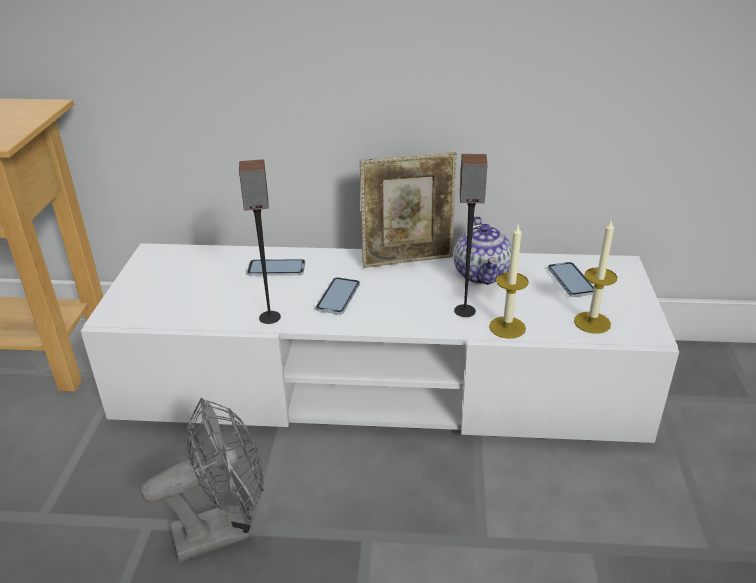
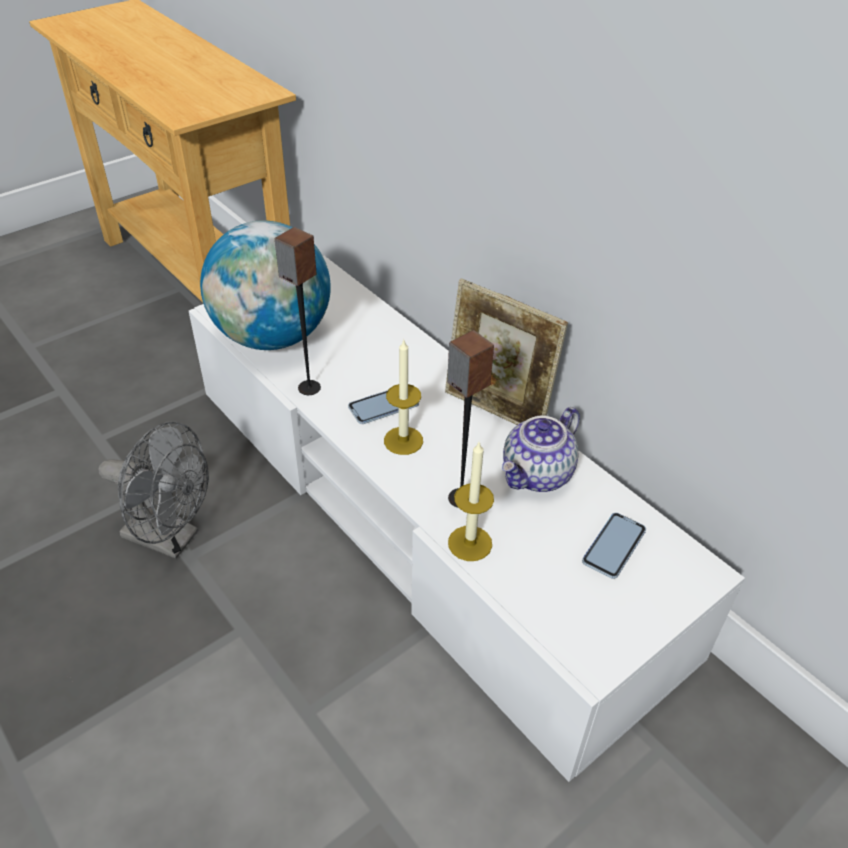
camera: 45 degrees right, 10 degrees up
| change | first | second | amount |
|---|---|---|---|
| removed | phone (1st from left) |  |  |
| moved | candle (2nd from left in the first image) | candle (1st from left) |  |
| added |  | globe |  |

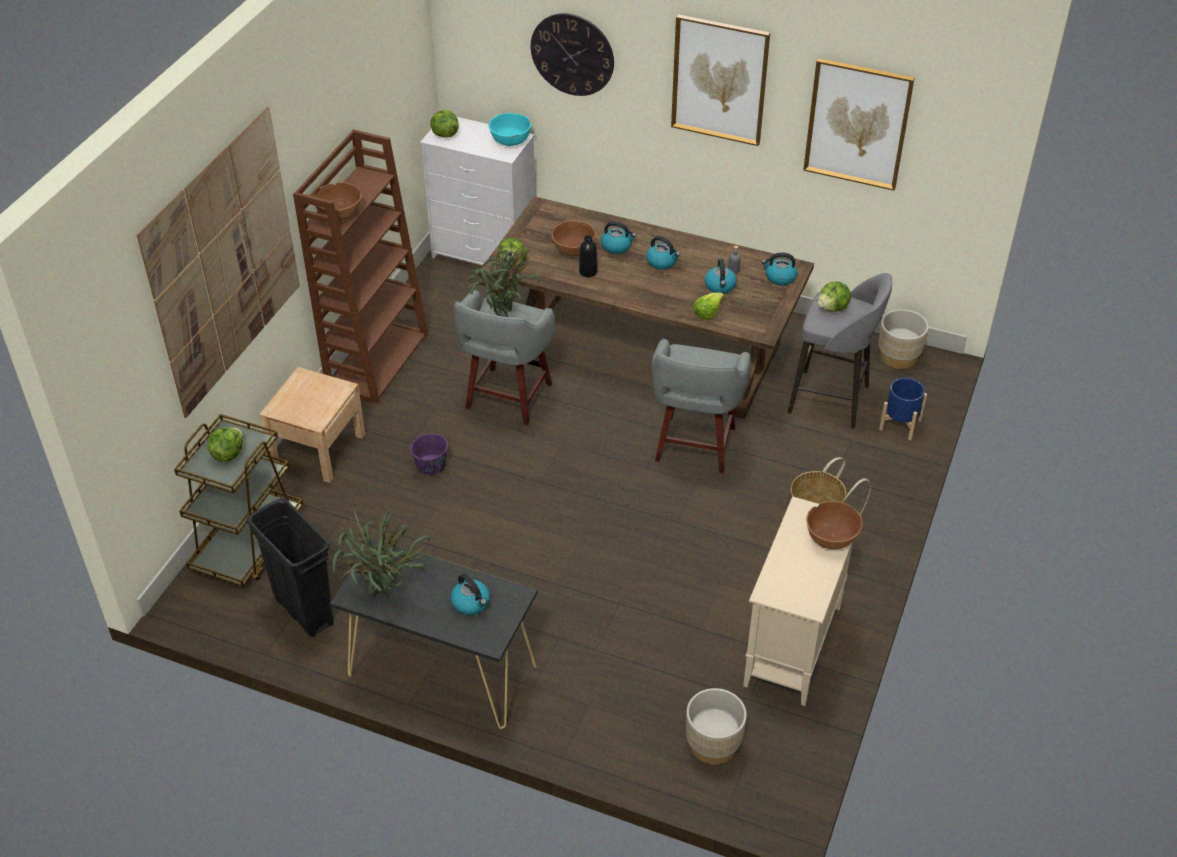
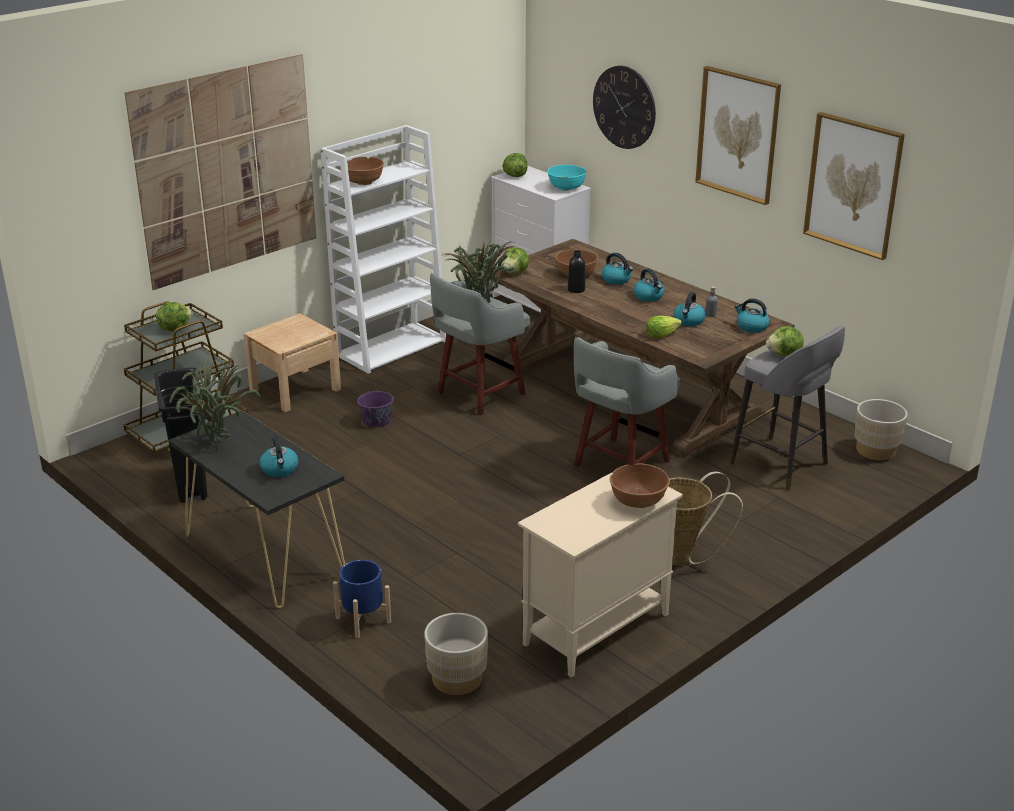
camera: 25 degrees right, 15 degrees down
| change | first | second | amount |
|---|---|---|---|
| recoloured | brown bookcase | white bookcase |  |
| moved | blue planter |  |  |

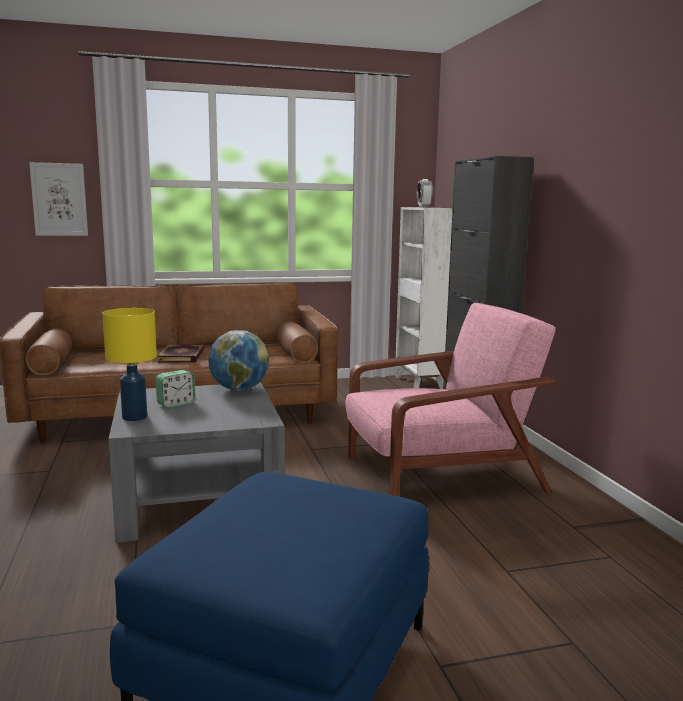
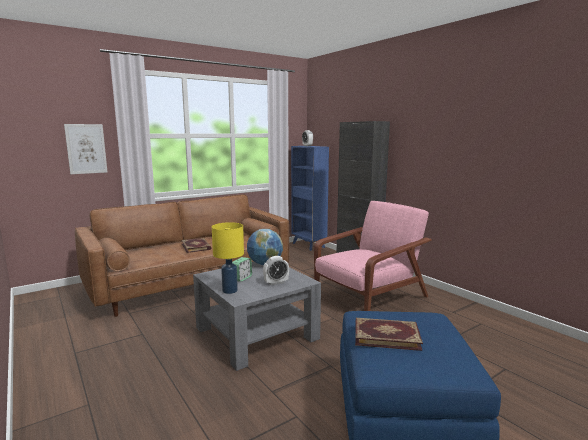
camera: 20 degrees left, 0 degrees up
| change | first | second | amount |
|---|---|---|---|
| recoloured | white bookcase | blue bookcase |  |
| added |  | alarm clock (2nd from left) |  |
| added |  | book (2nd from left) |  |

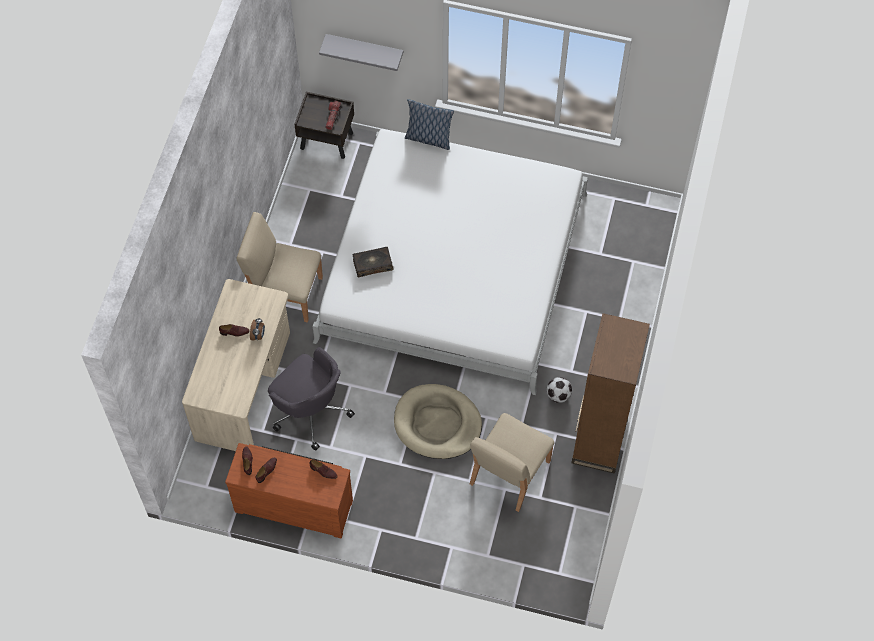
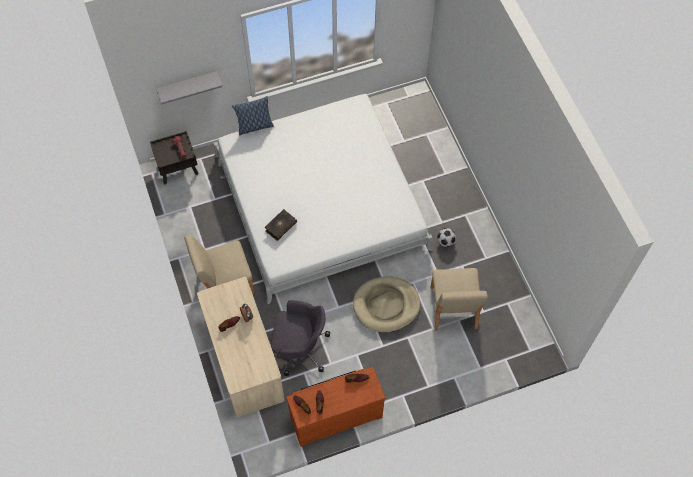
camera: 35 degrees left, 0 degrees up
| change | first | second | amount |
|---|---|---|---|
| removed | brown bookcase |  |  |

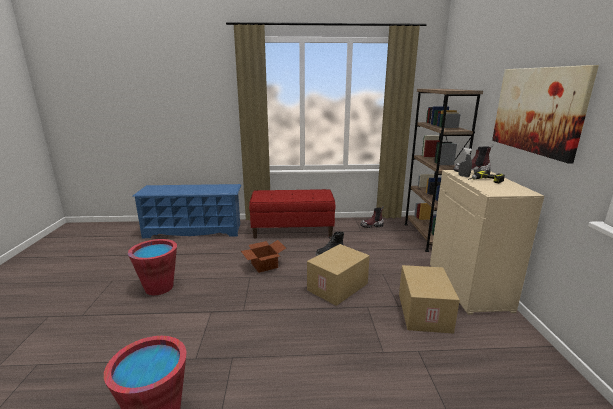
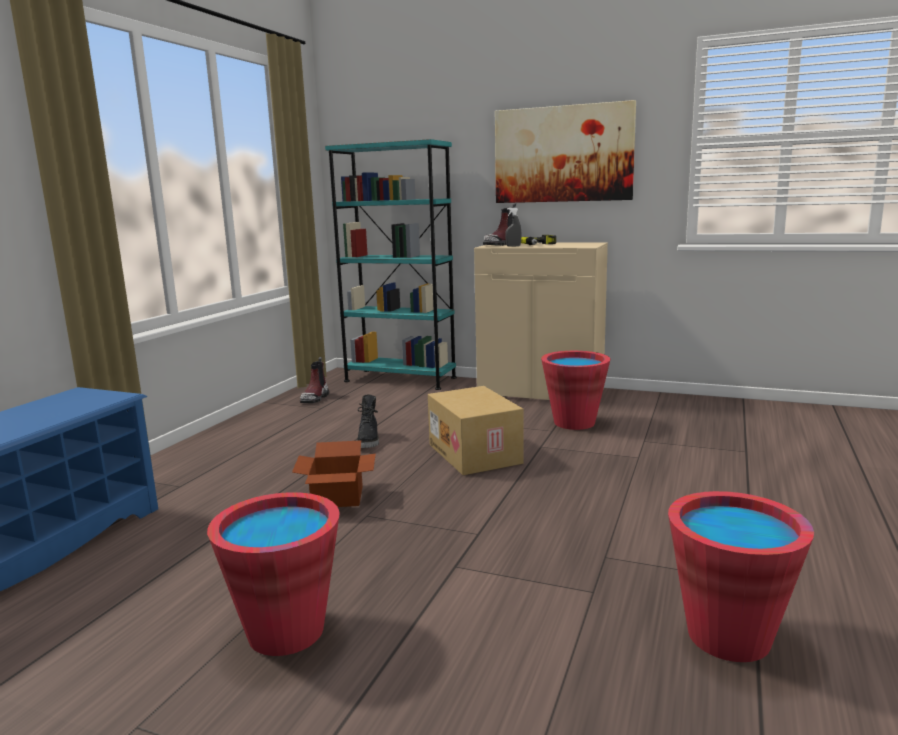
camera: 65 degrees left, 5 degrees down
| change | first | second | amount |
|---|---|---|---|
| removed | red bench |  |  |
| replaced | cardboard box (3rd from left) | red bucket (2nd from left) |  |
| recoloured | brown bookcase | turquoise bookcase |  |

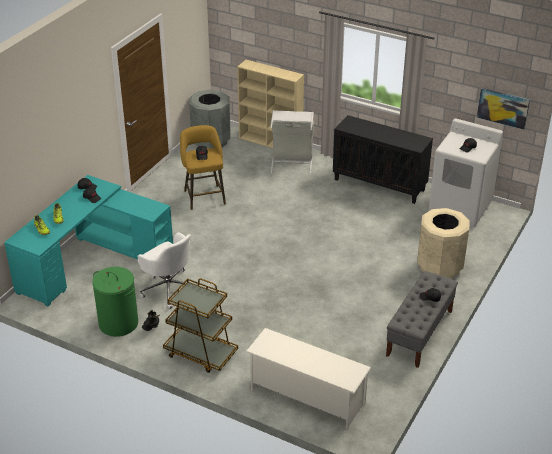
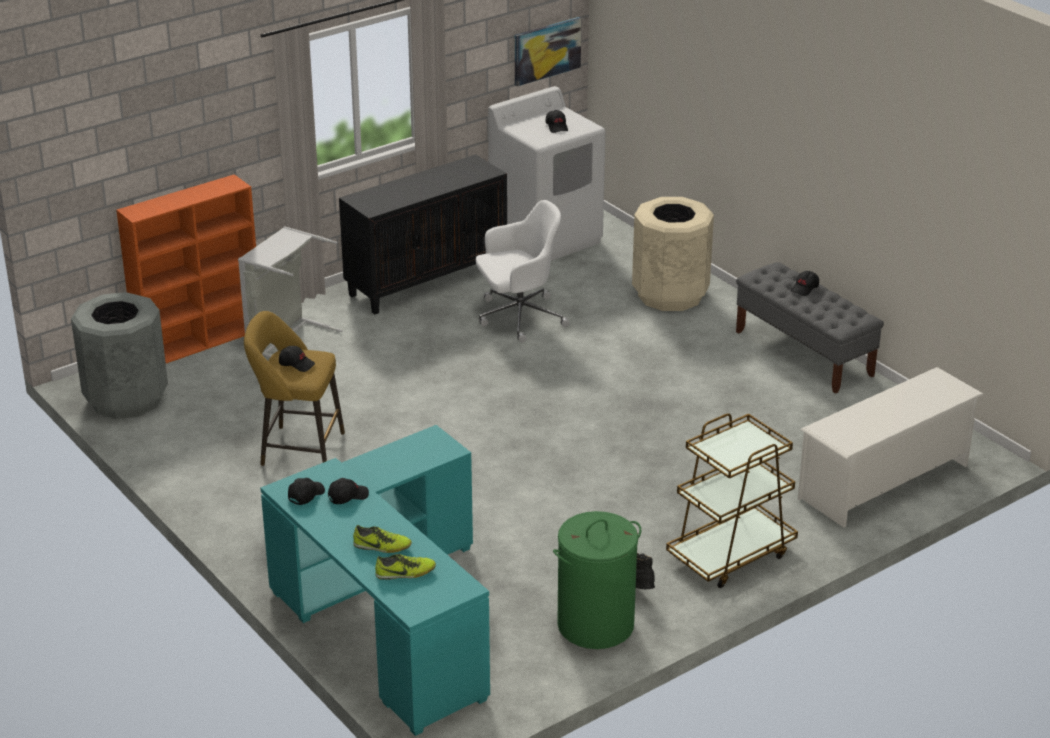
camera: 65 degrees left, 5 degrees down
| change | first | second | amount |
|---|---|---|---|
| moved | white office chair |  |  |
| recoloured | beige bookcase | orange bookcase |  |

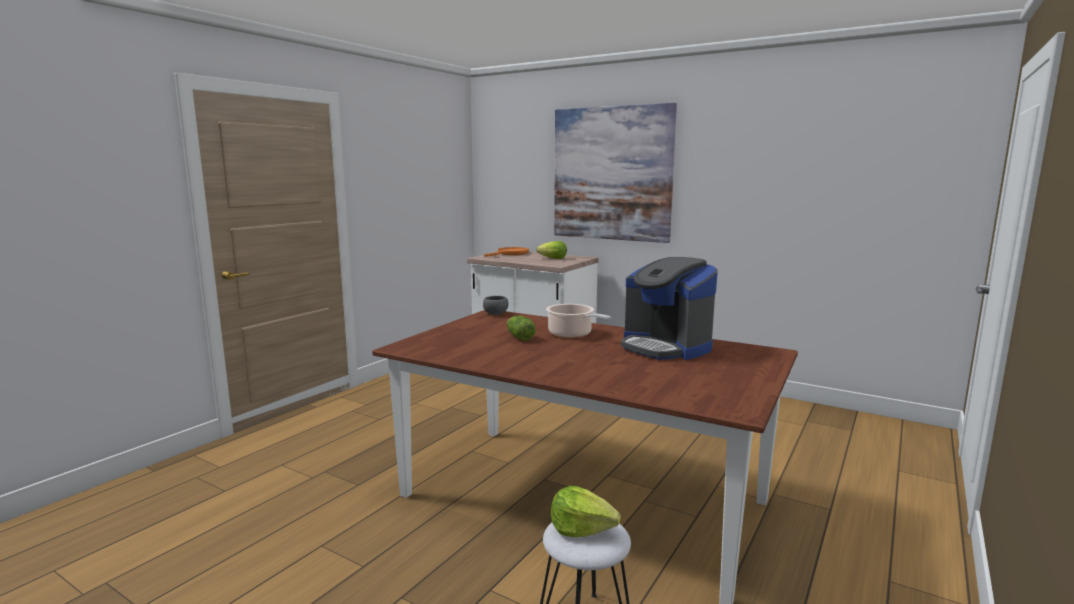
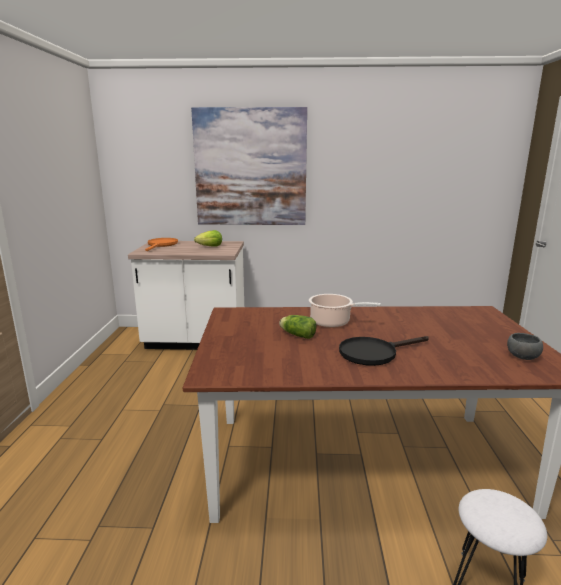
camera: 30 degrees left, 5 degrees up
| change | first | second | amount |
|---|---|---|---|
| moved | grey bowl |  |  |
| removed | lettuce (3rd from left) |  |  |
| removed | coffee machine |  |  |
| added |  | black frying pan |  |

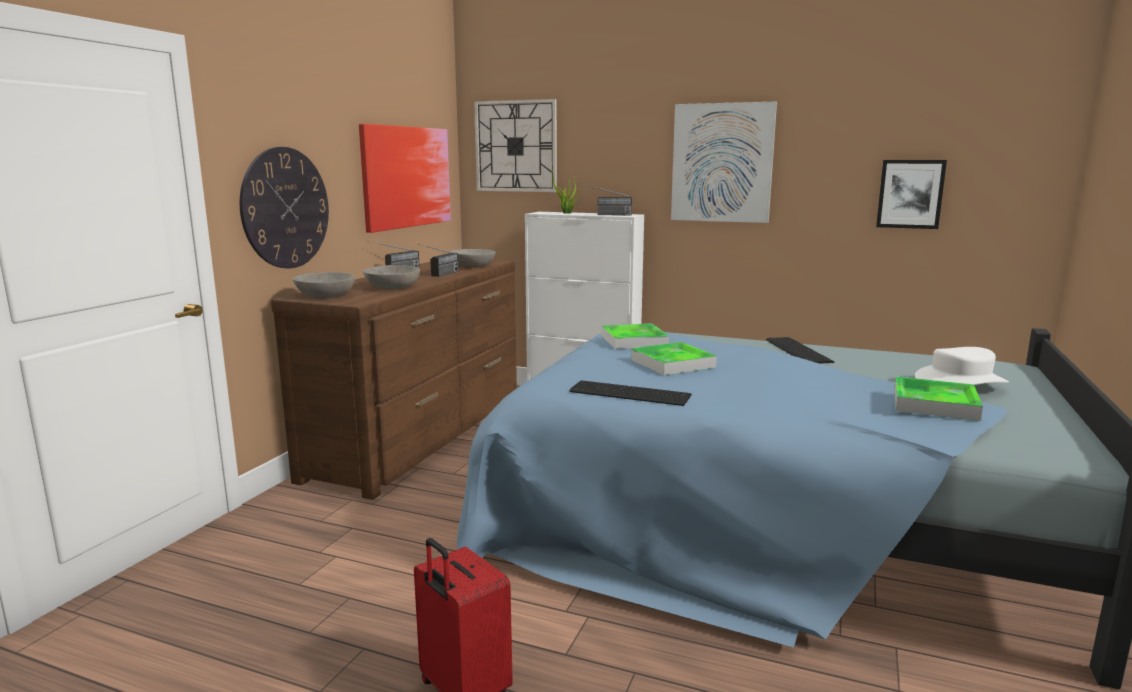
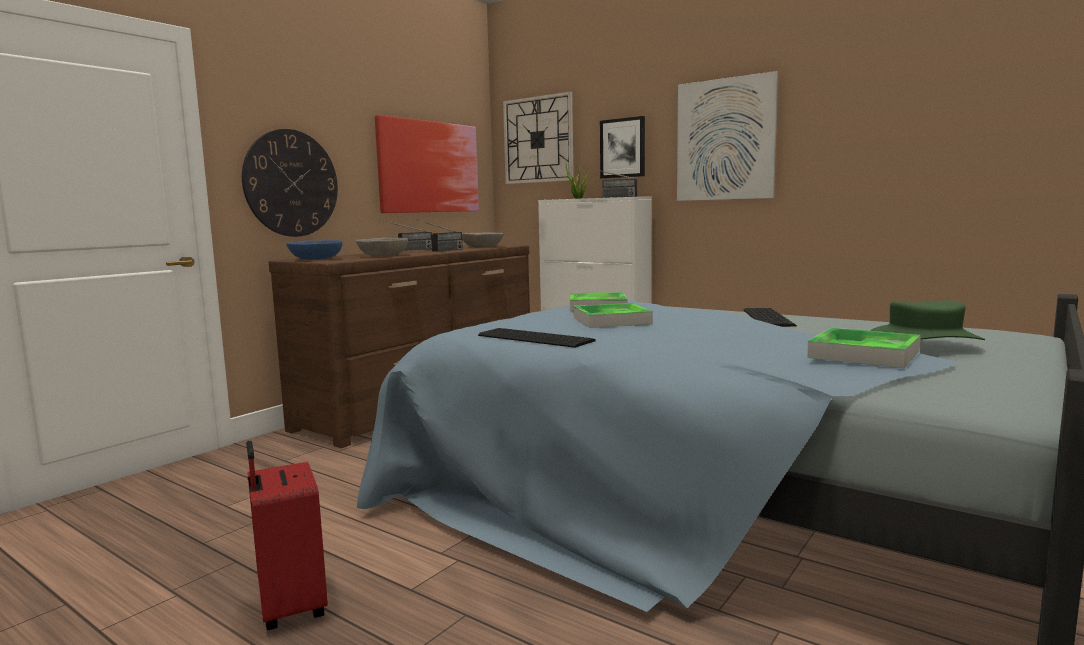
camera: 15 degrees right, 5 degrees down
| change | first | second | amount |
|---|---|---|---|
| recoloured | grey bowl (1st from left) | blue bowl |  |
| moved | picture (3rd from left in the first image) | picture (2nd from left) |  |
| recoloured | white hat | green hat |  |

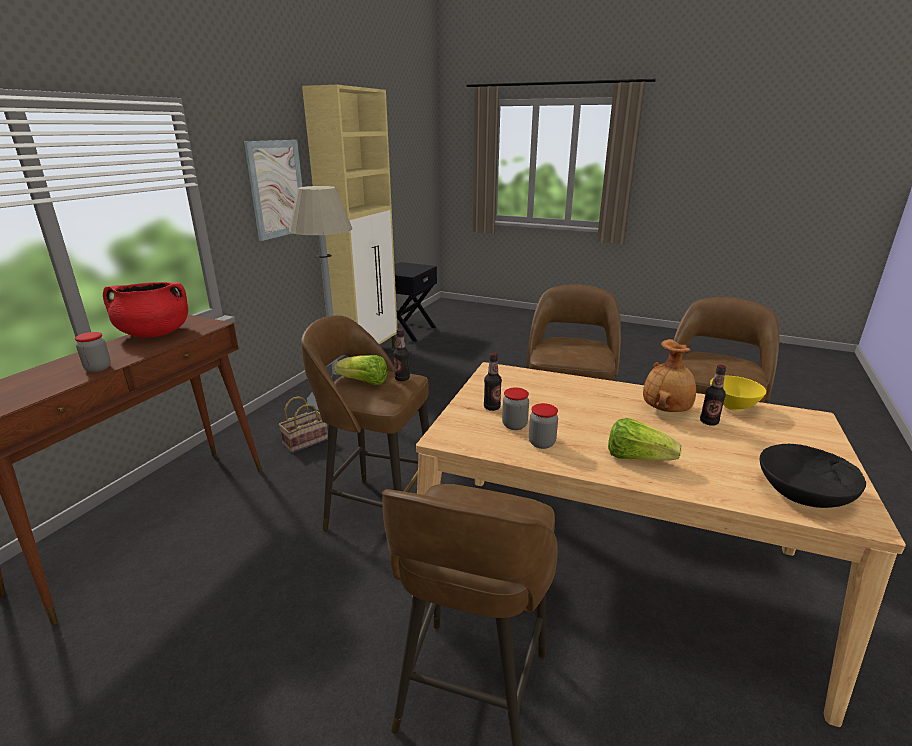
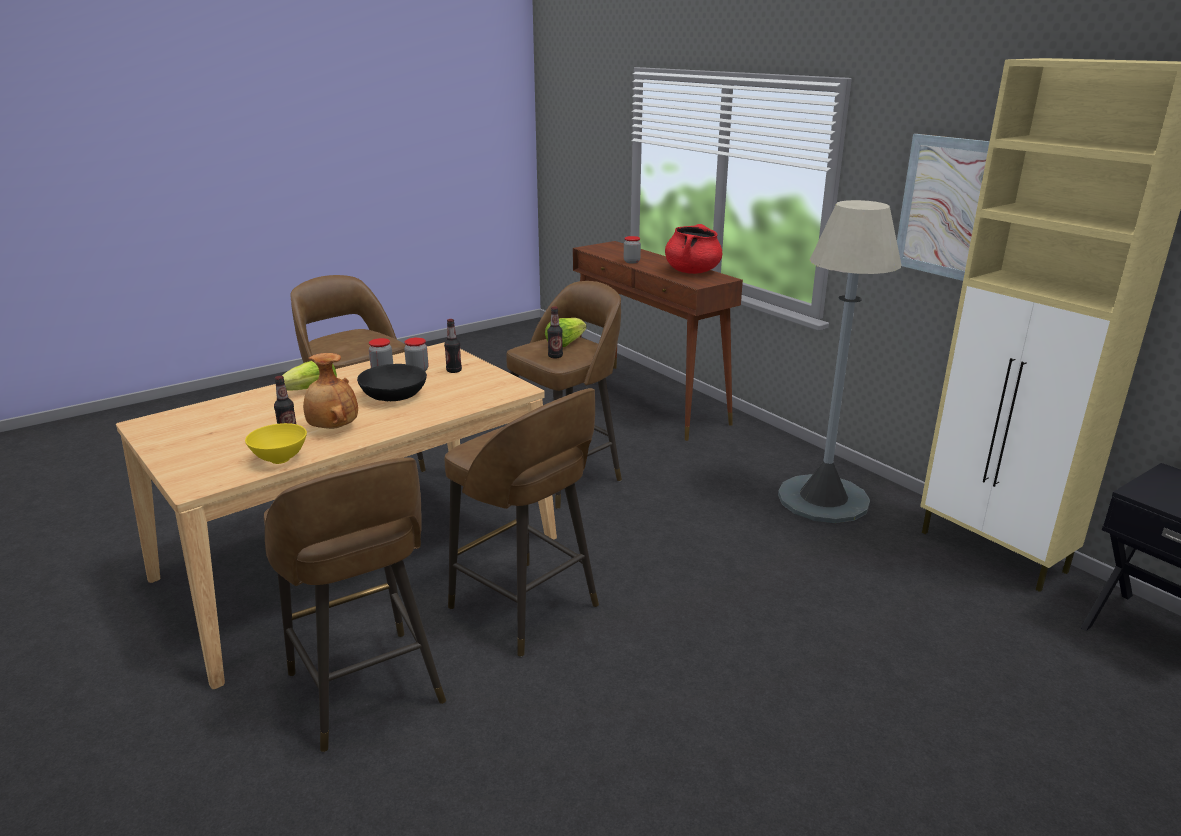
camera: 120 degrees right, 0 degrees up
| change | first | second | amount |
|---|---|---|---|
| removed | basket |  |  |
| moved | black bowl |  |  |

